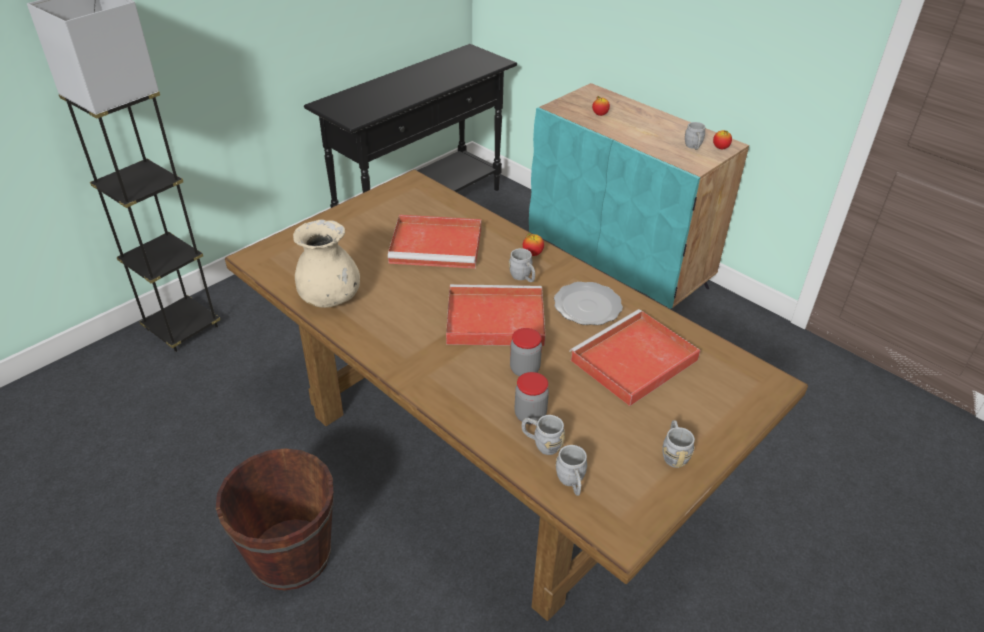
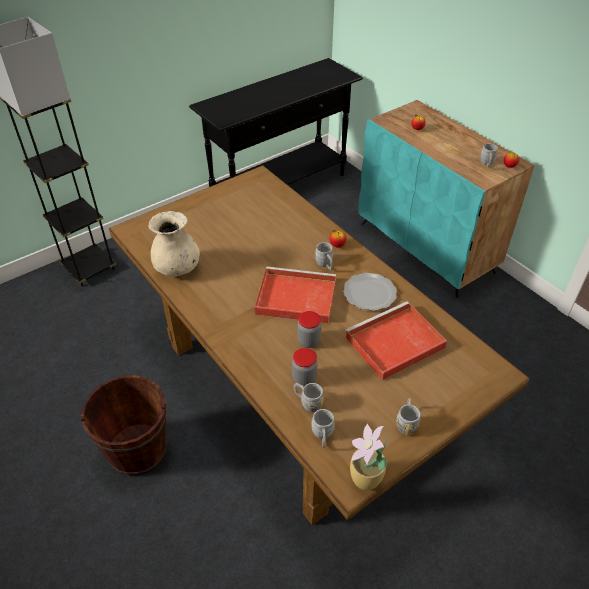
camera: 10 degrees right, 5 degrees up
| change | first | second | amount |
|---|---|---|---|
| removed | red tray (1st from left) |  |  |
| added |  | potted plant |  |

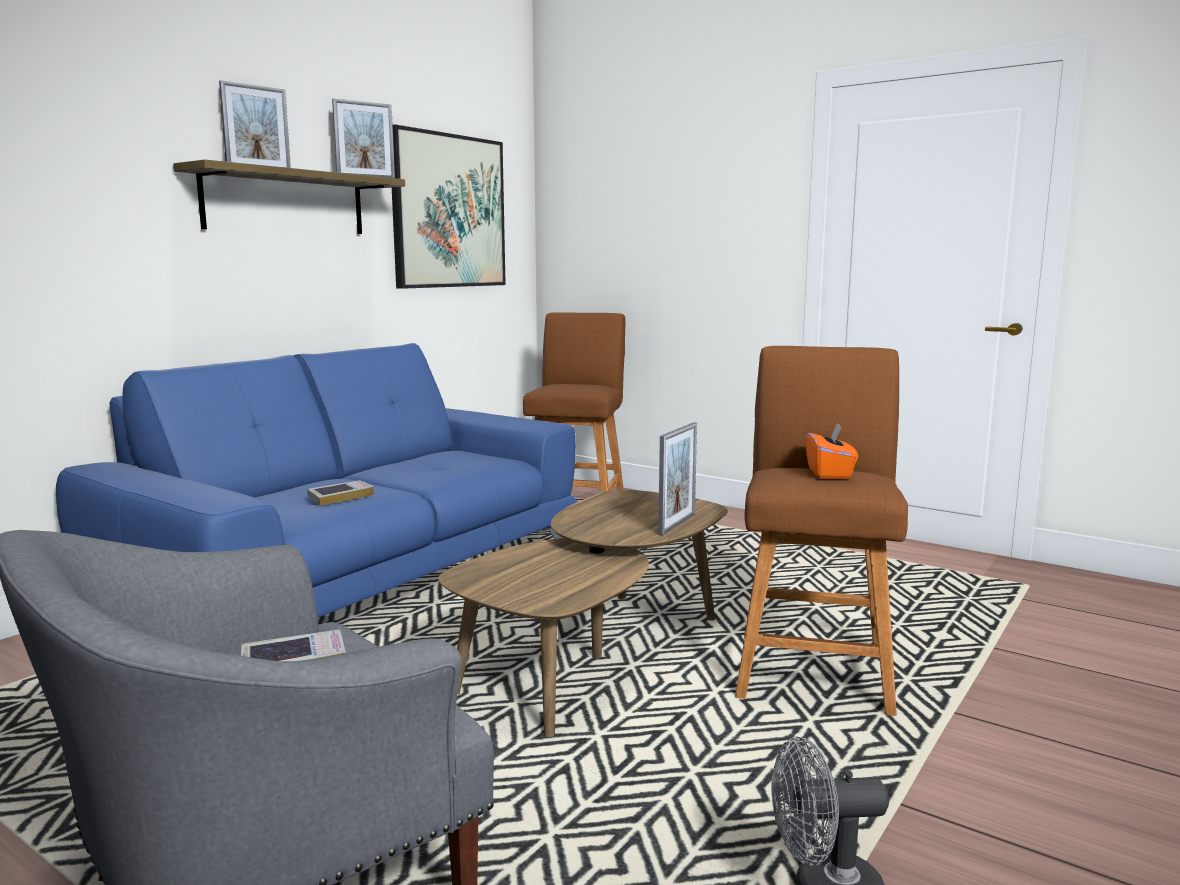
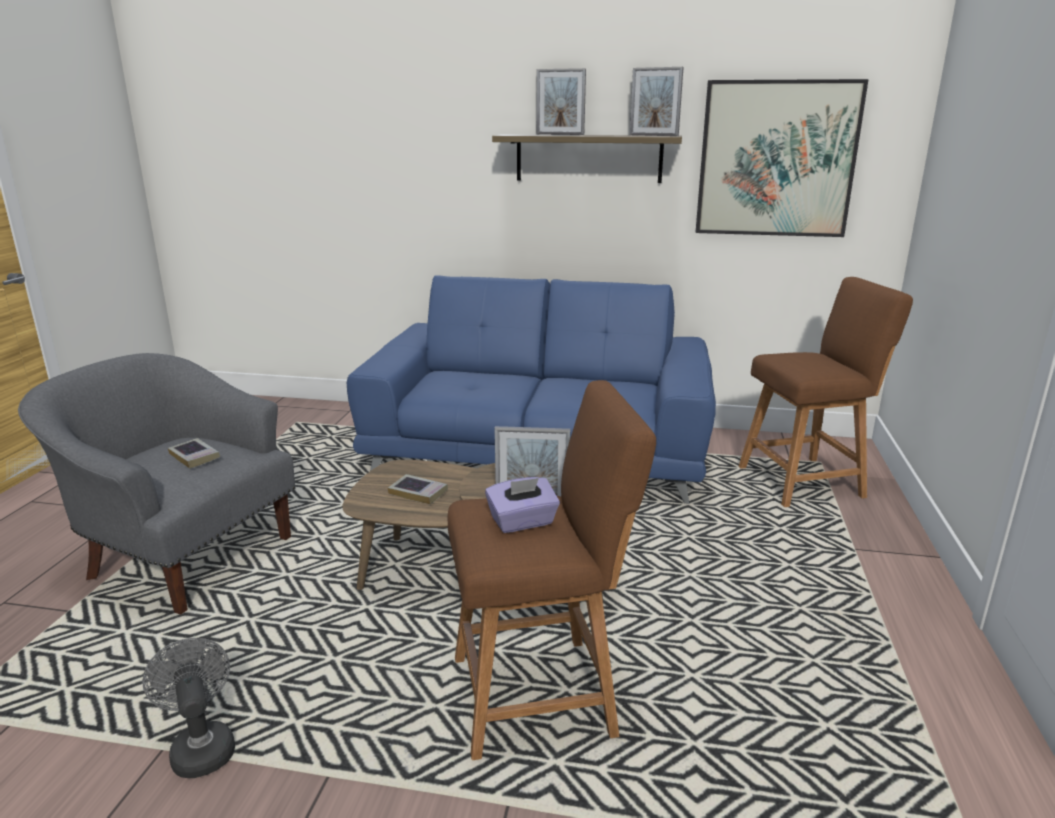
camera: 65 degrees right, 10 degrees up
| change | first | second | amount |
|---|---|---|---|
| moved | book (2nd from left) |  |  |
| recoloured | orange tissue box | purple tissue box |  |

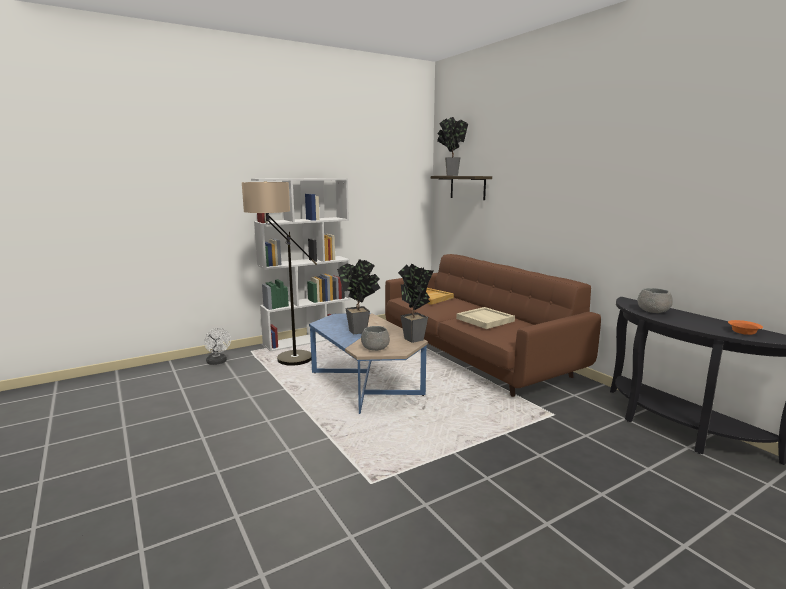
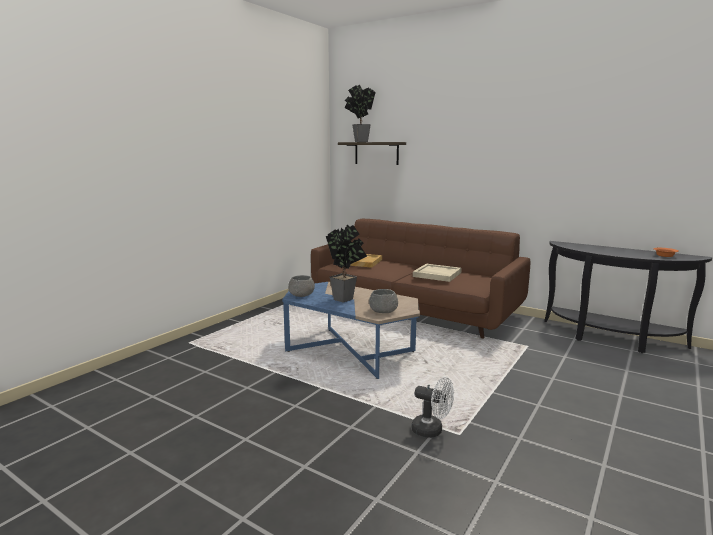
camera: 25 degrees left, 0 degrees up
| change | first | second | amount |
|---|---|---|---|
| moved | white fan |  |  |
| removed | floor lamp |  |  |
| removed | white bookcase |  |  |
| removed | potted plant (2nd from left) |  |  |
| moved | grey bowl (2nd from left in the first image) | grey bowl (1st from left) |  |

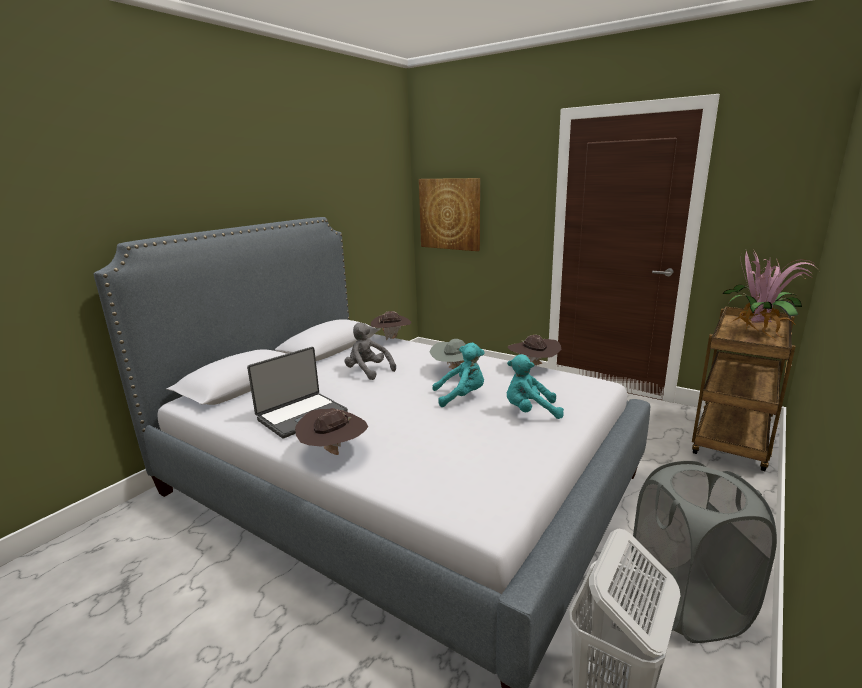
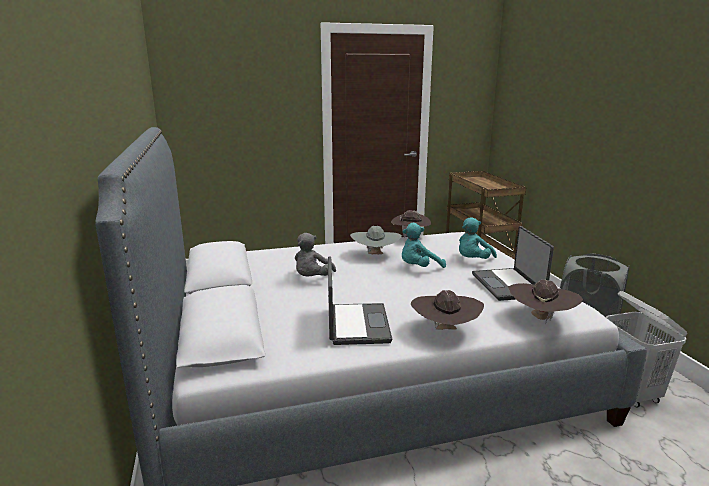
camera: 50 degrees left, 0 degrees up
| change | first | second | amount |
|---|---|---|---|
| turned | grey plush toy |  | 60 degrees counterclockwise |
| moved | brown hat (2nd from left in the first image) | brown hat (3rd from left) |  |
| removed | picture |  |  |
| turned | turquoise plush toy (1st from left) |  | 150 degrees counterclockwise |
| removed | potted plant |  |  |
| added |  | laptop (2nd from left) |  |

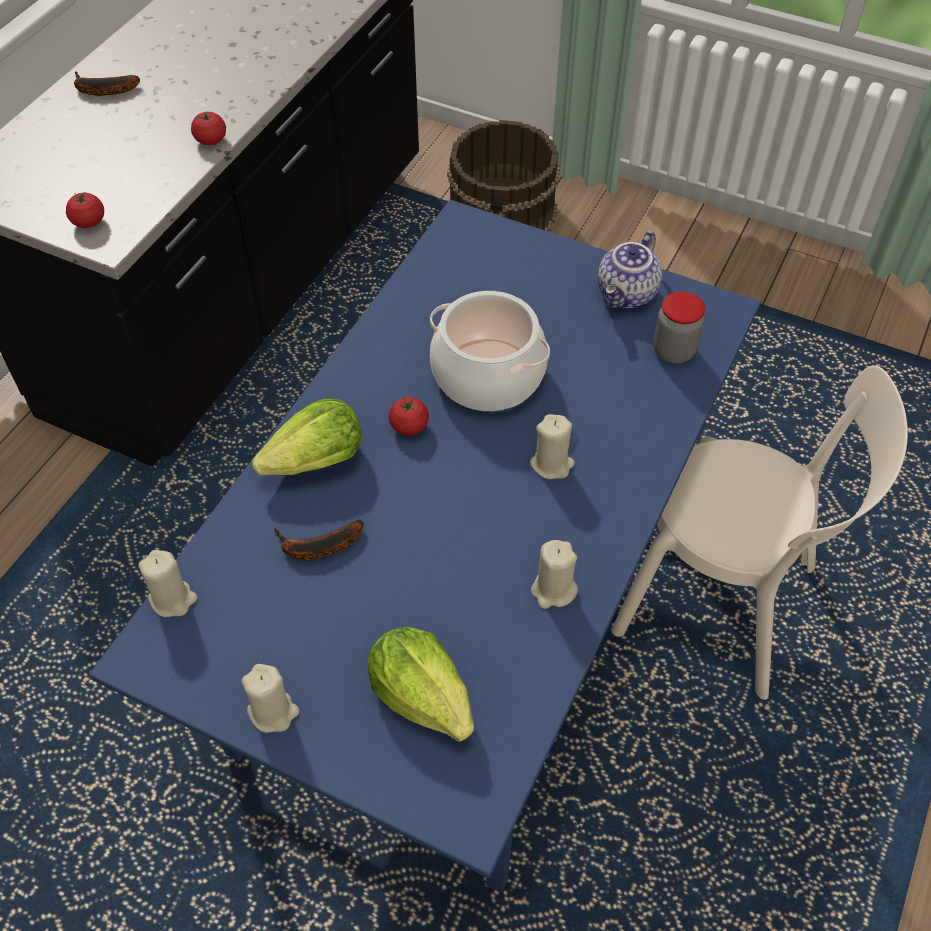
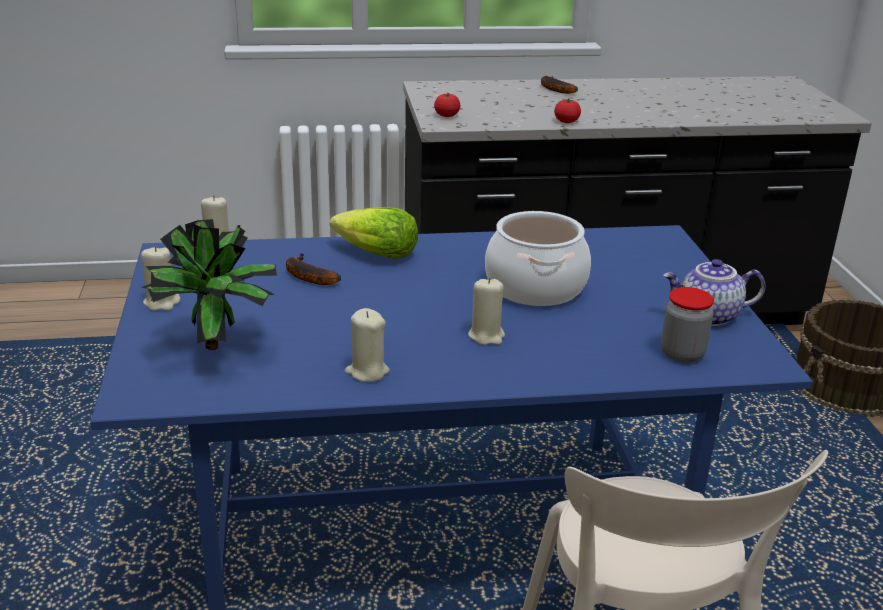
camera: 55 degrees right, 25 degrees down
| change | first | second | amount |
|---|---|---|---|
| replaced | lettuce (2nd from left) | potted plant |  |
| removed | tomato (3rd from left) |  |  |

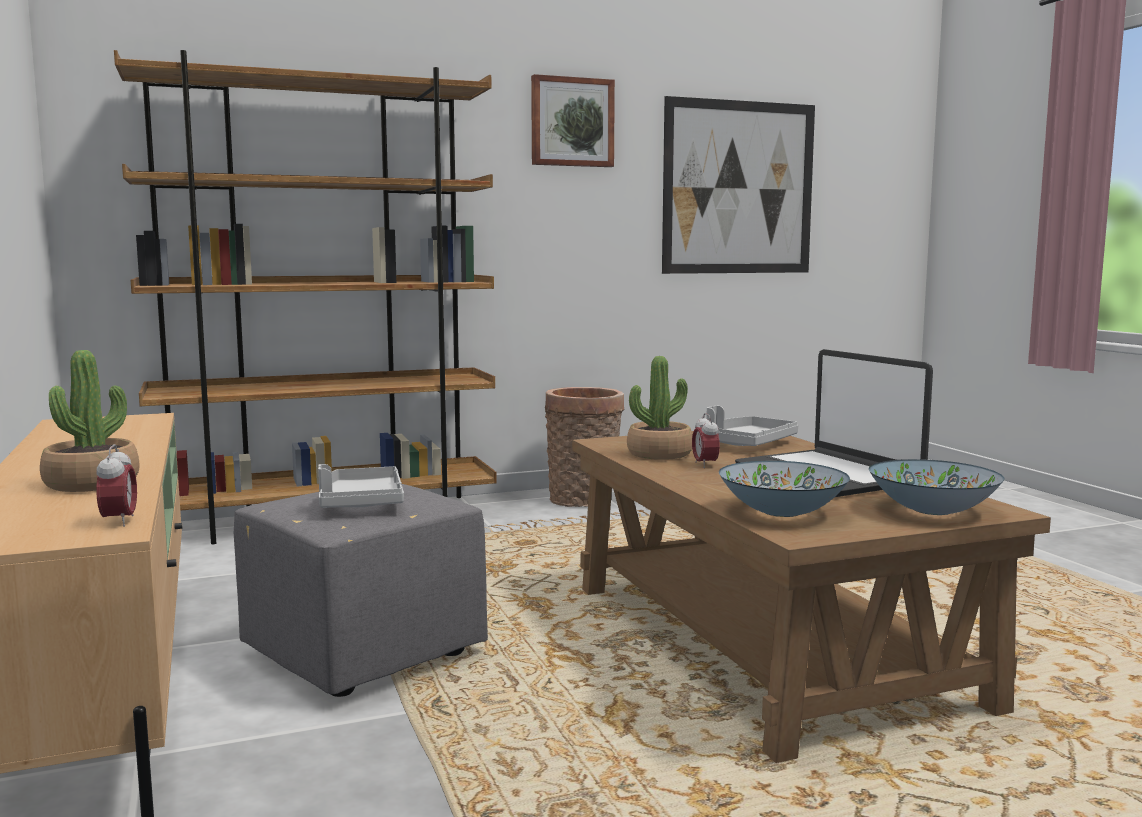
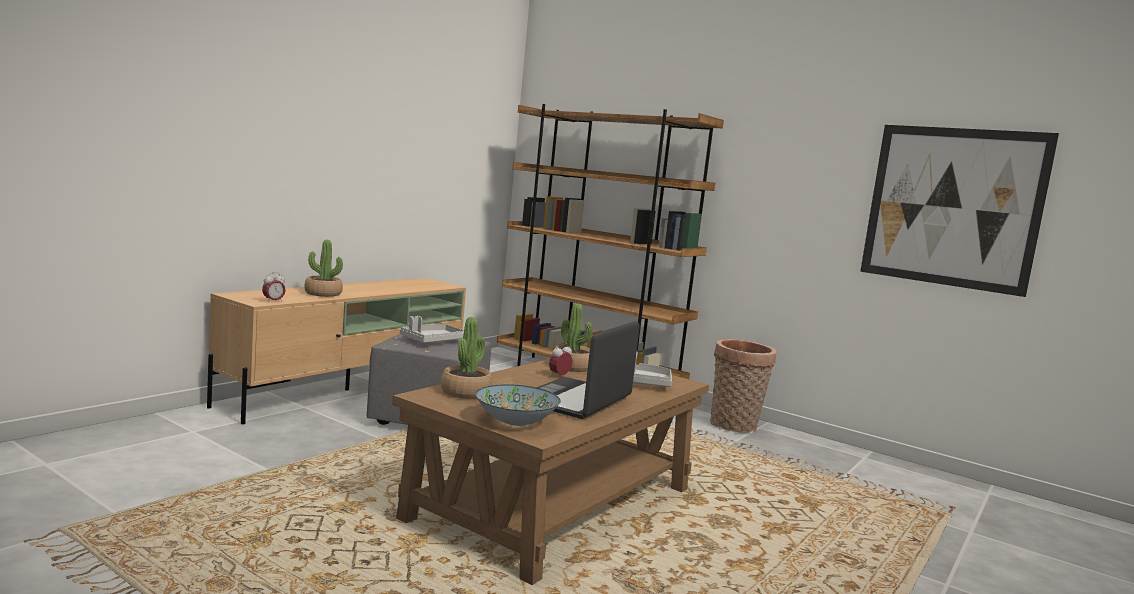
camera: 55 degrees right, 0 degrees up
| change | first | second | amount |
|---|---|---|---|
| removed | picture (1st from left) |  |  |
| replaced | bowl (1st from left) | potted plant (2nd from left) |  |

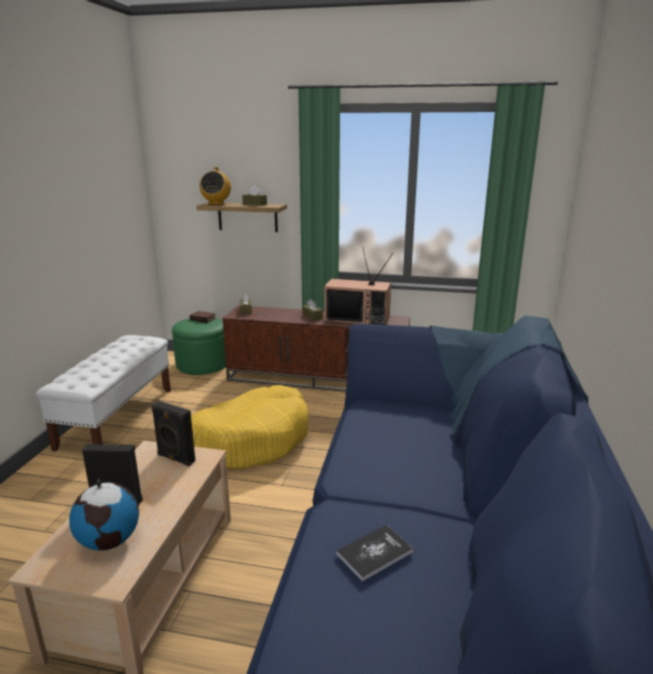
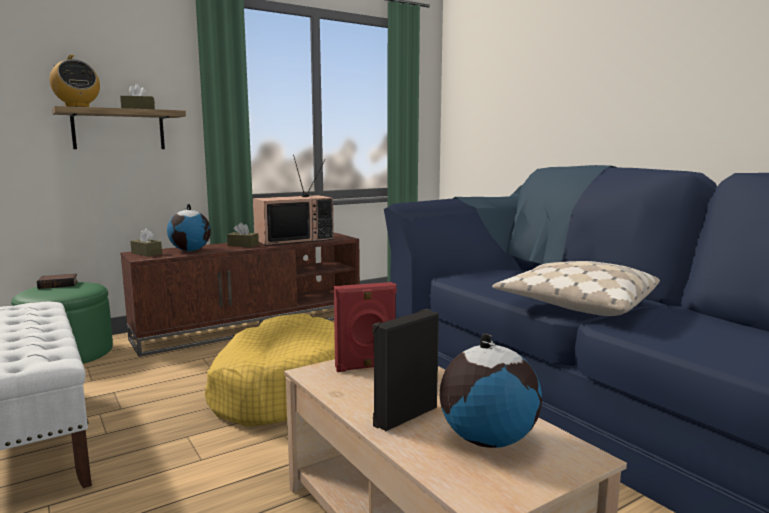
camera: 45 degrees left, 10 degrees down
| change | first | second | amount |
|---|---|---|---|
| recoloured | black speaker (2nd from left) | red speaker |  |
| removed | book (2nd from left) |  |  |
| added |  | globe (1st from left) |  |
| added |  | beige pillow |  |

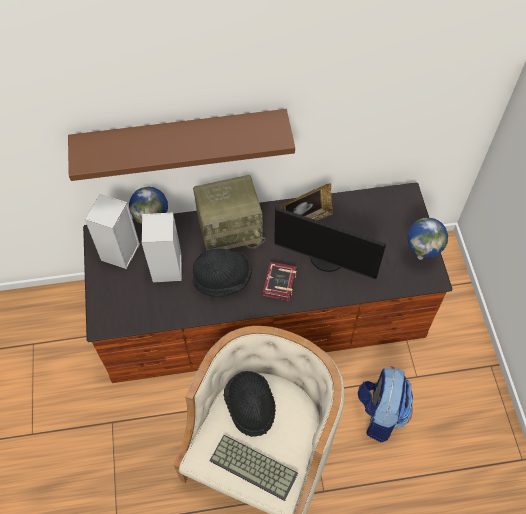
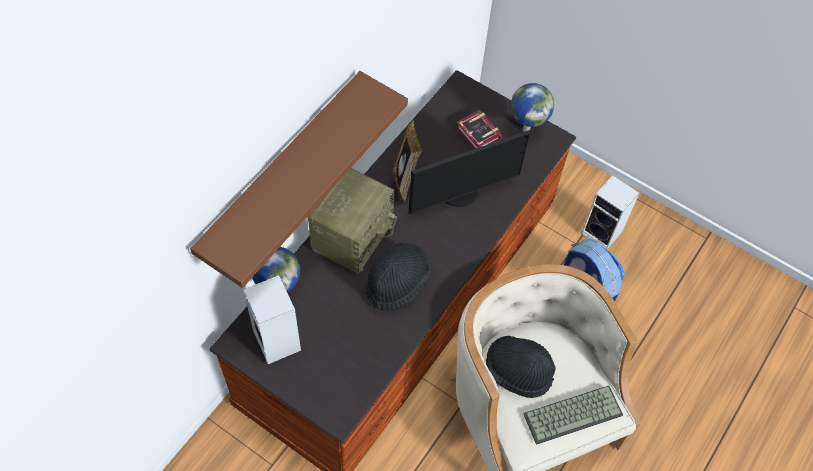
camera: 50 degrees left, 0 degrees up
| change | first | second | amount |
|---|---|---|---|
| moved | speaker (2nd from left) |  |  |
| moved | book |  |  |

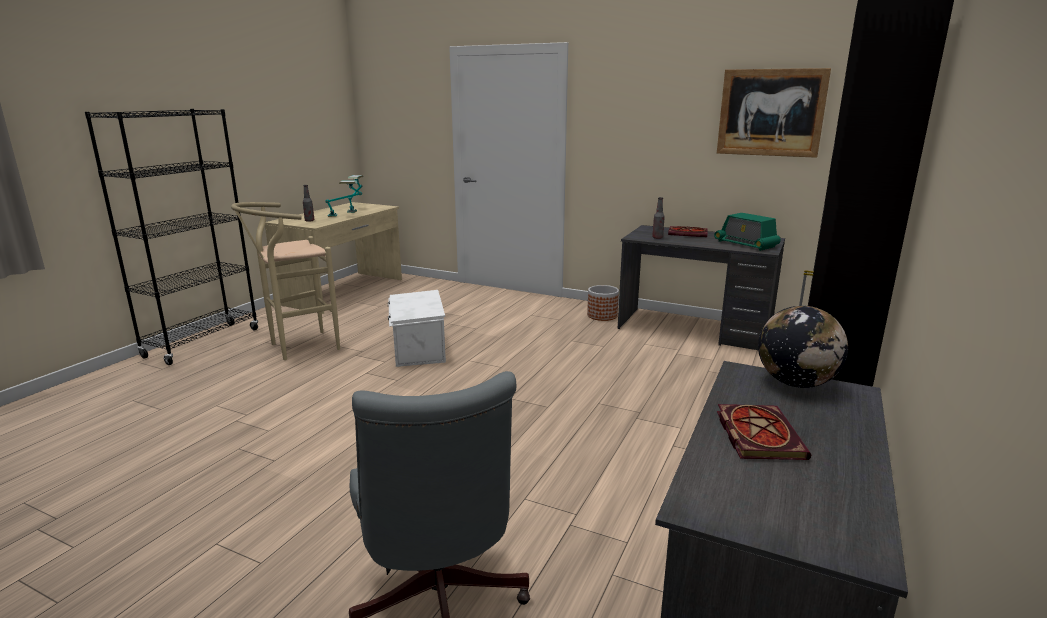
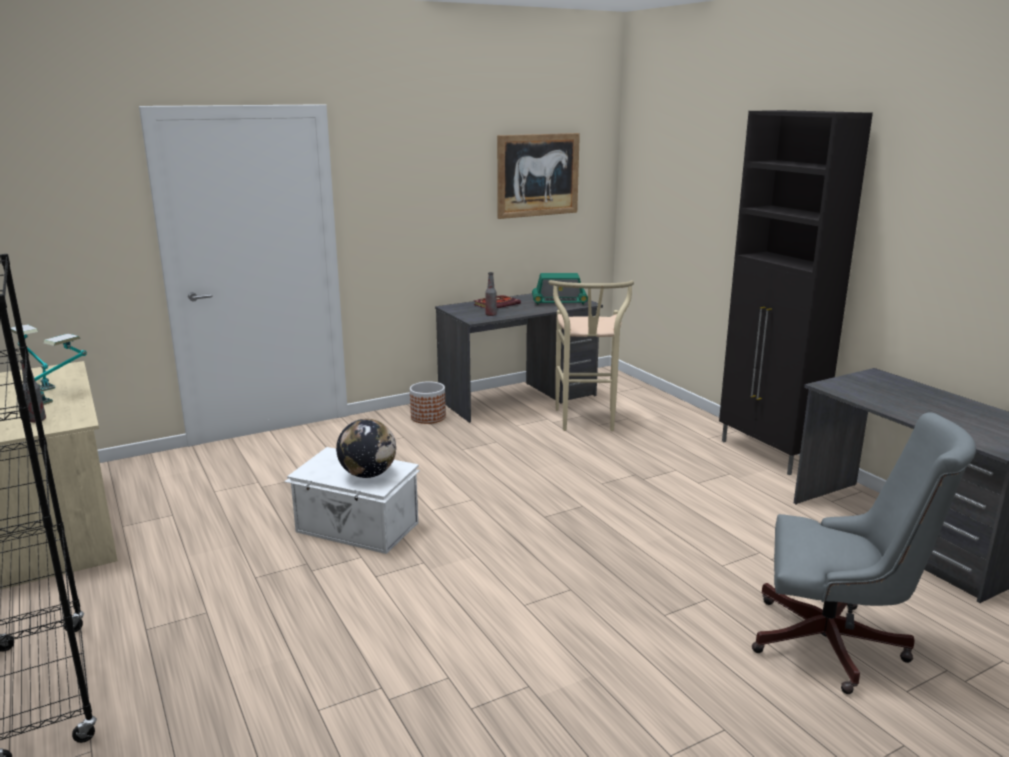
camera: 55 degrees left, 0 degrees up
| change | first | second | amount |
|---|---|---|---|
| moved | beige stool |  |  |
| removed | book (2nd from left) |  |  |
| moved | globe |  |  |

